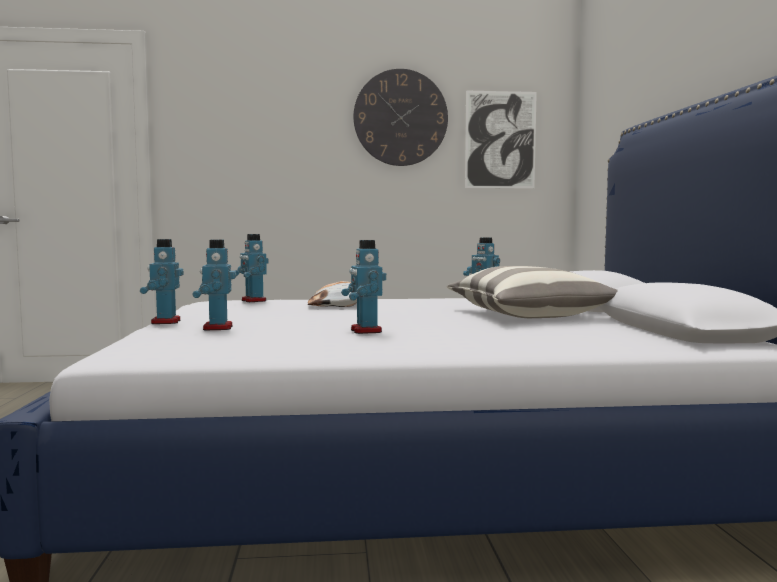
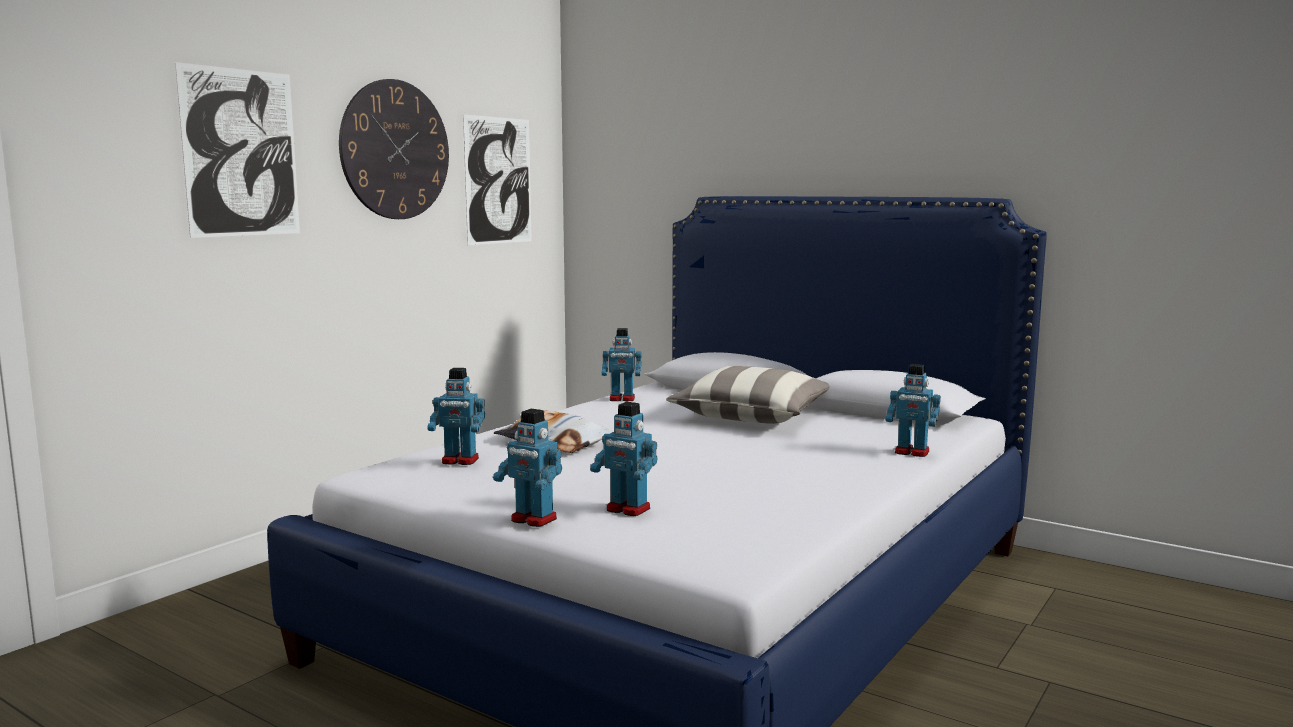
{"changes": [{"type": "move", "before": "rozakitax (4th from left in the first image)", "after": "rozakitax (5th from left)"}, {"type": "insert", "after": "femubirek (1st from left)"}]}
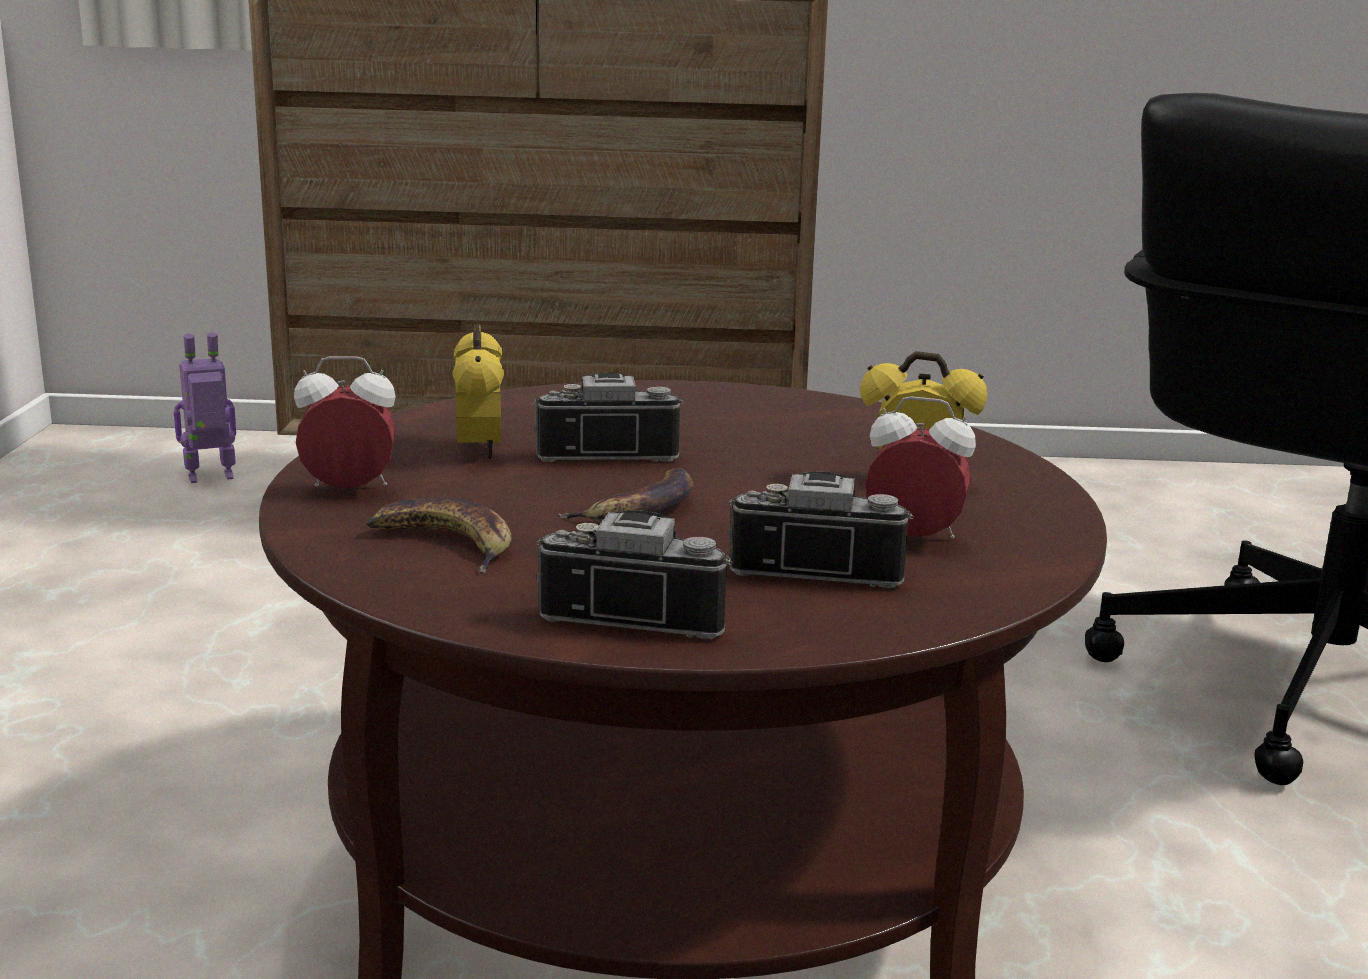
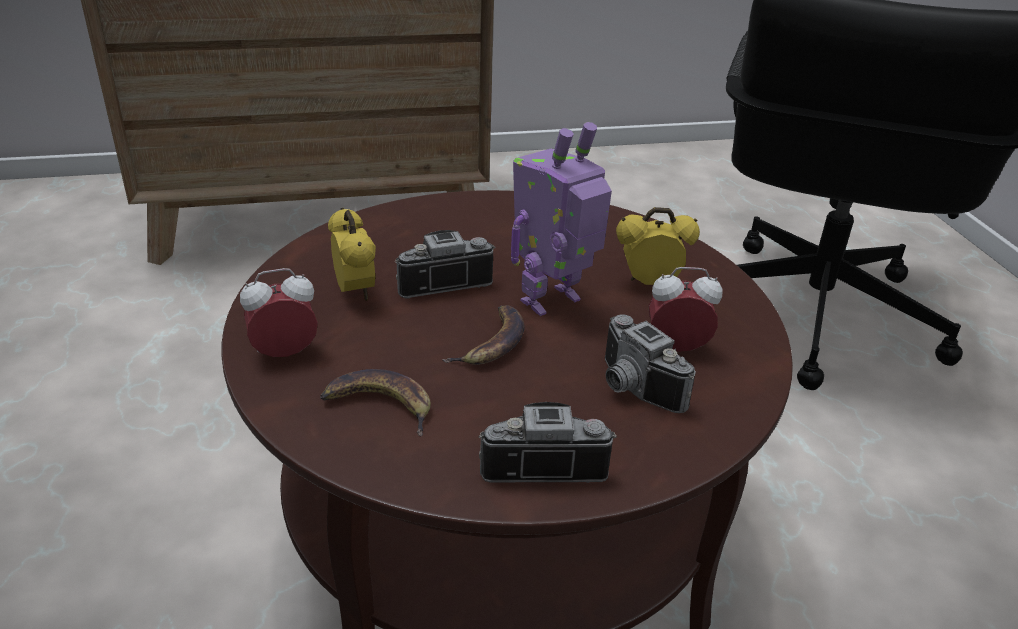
{"changes": [{"type": "move", "before": "rozakitax"}, {"type": "rotate", "before": "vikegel (3rd from left)", "turn": -120}]}
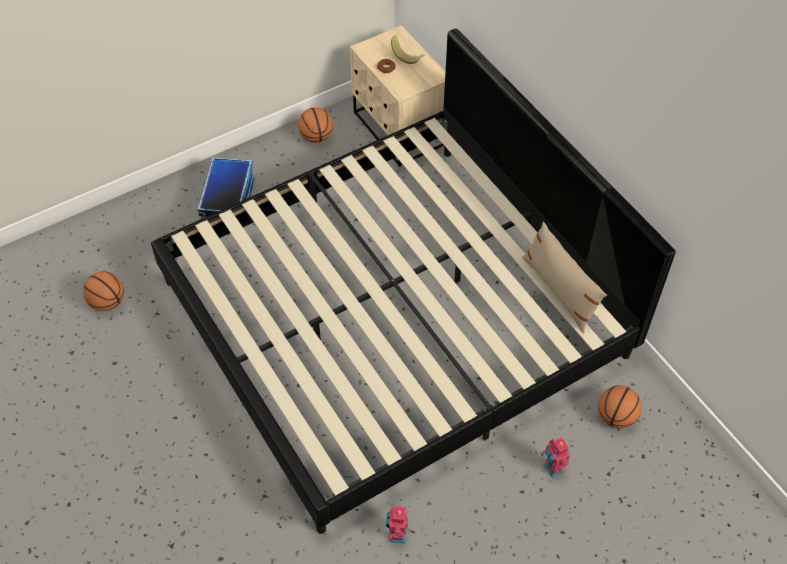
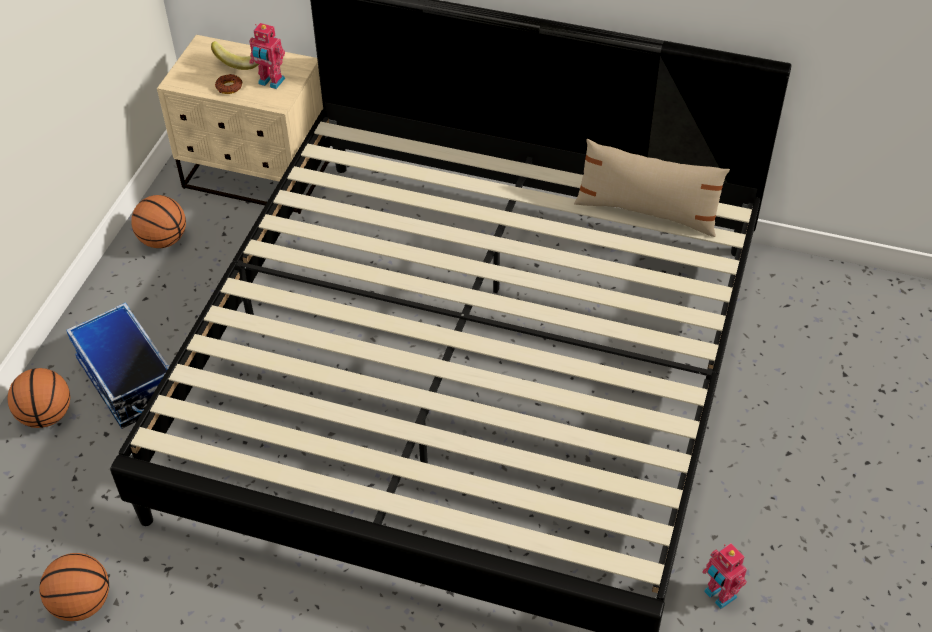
{"changes": [{"type": "move", "before": "rozakitax (2nd from left in the first image)", "after": "rozakitax (1st from left)"}, {"type": "move", "before": "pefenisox (3rd from left in the first image)", "after": "pefenisox (1st from left)"}]}
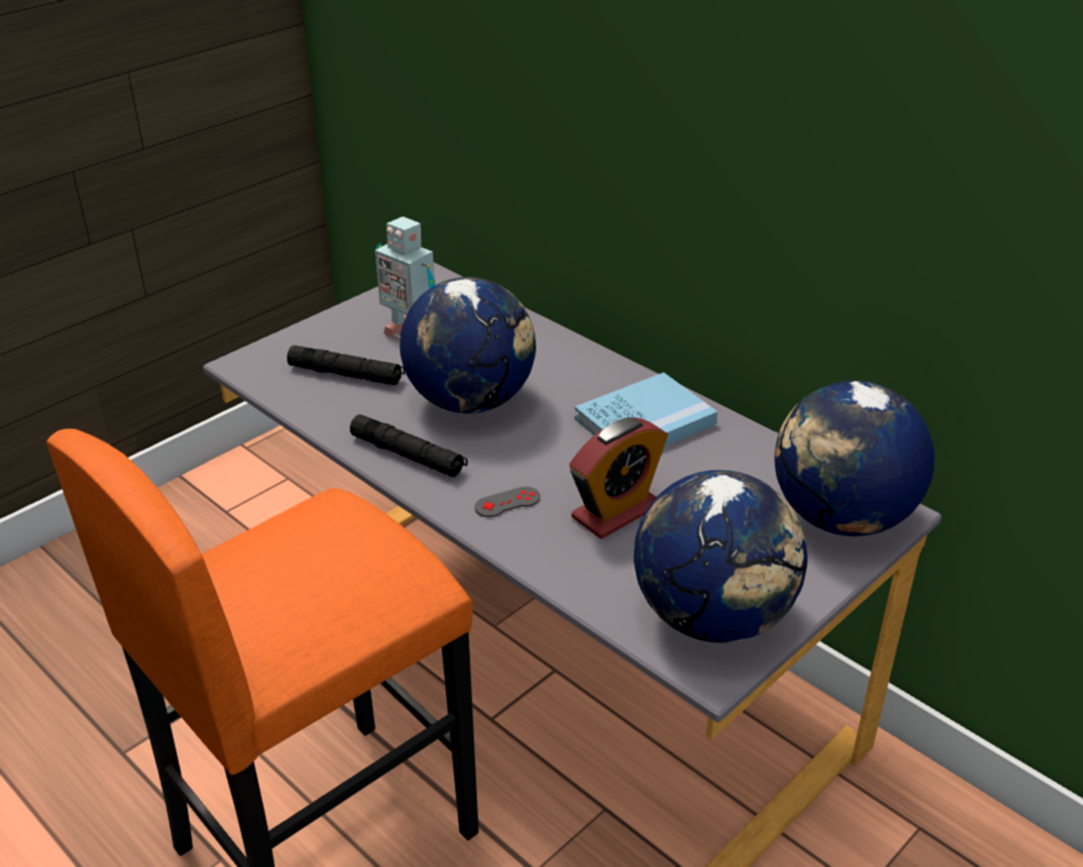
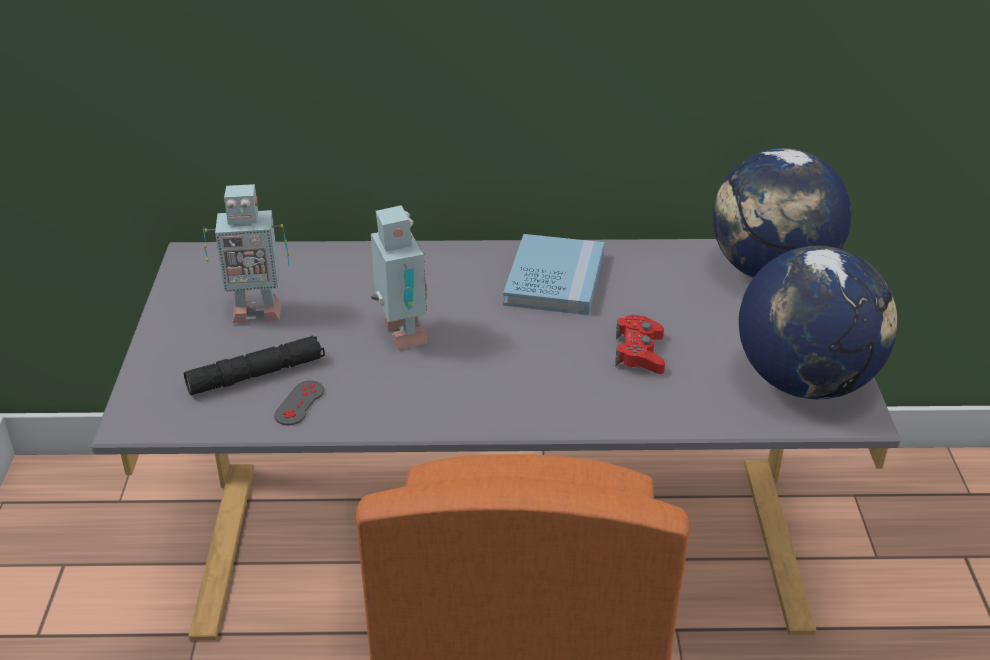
{"changes": [{"type": "delete", "before": "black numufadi (2nd from left)"}, {"type": "replace", "before": "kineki (1st from left)", "after": "rozakitax (2nd from left)"}, {"type": "move", "before": "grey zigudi"}, {"type": "replace", "before": "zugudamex", "after": "red zigudi"}]}
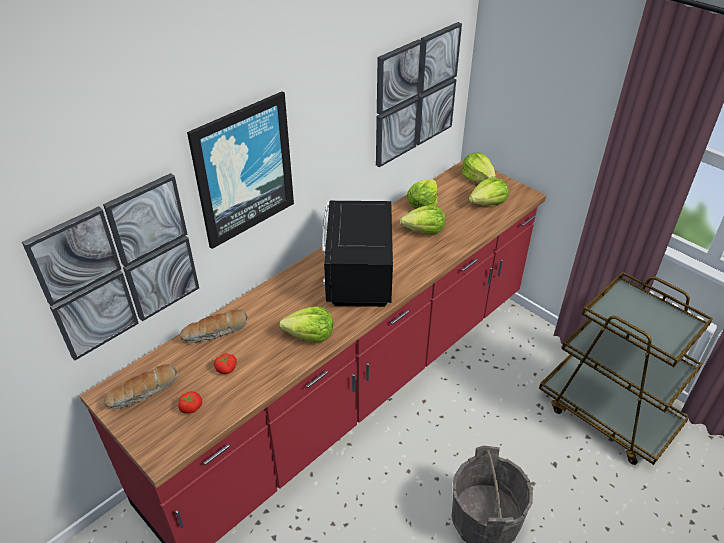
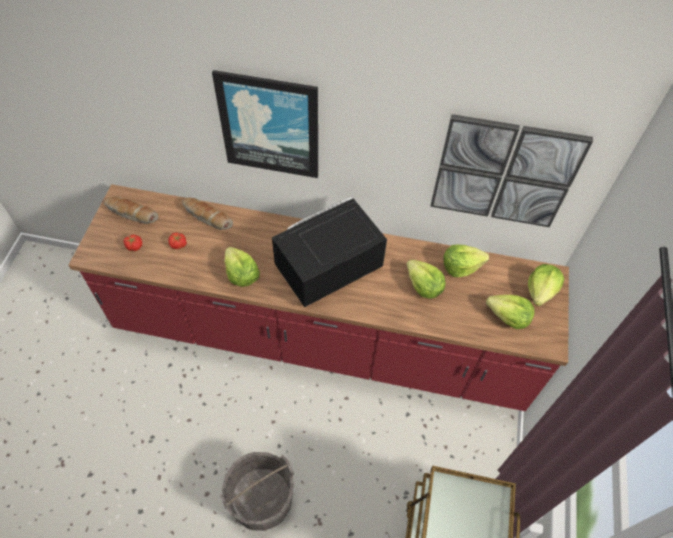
{"changes": [{"type": "delete", "before": "femubirek (1st from left)"}]}
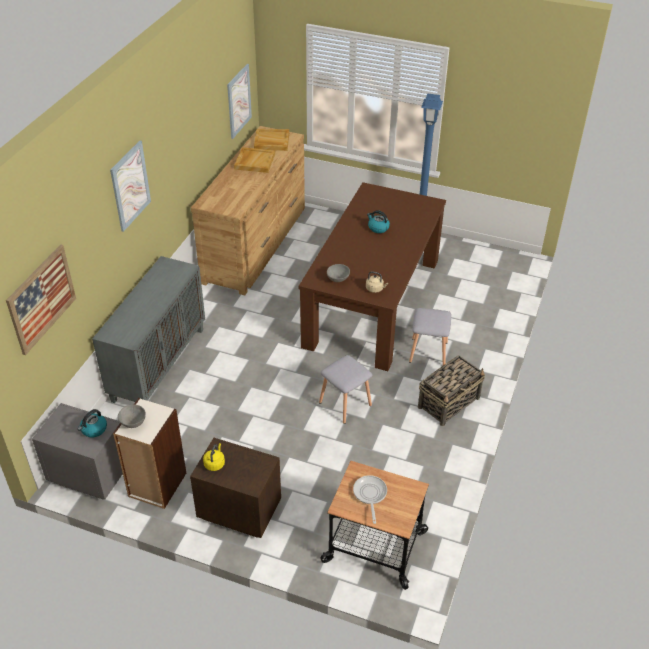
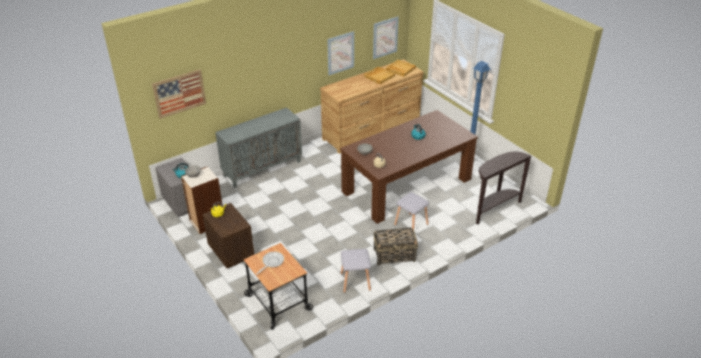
{"changes": [{"type": "move", "before": "femubirek (2nd from left)"}, {"type": "move", "before": "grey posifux (1st from left)"}, {"type": "insert", "after": "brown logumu"}]}
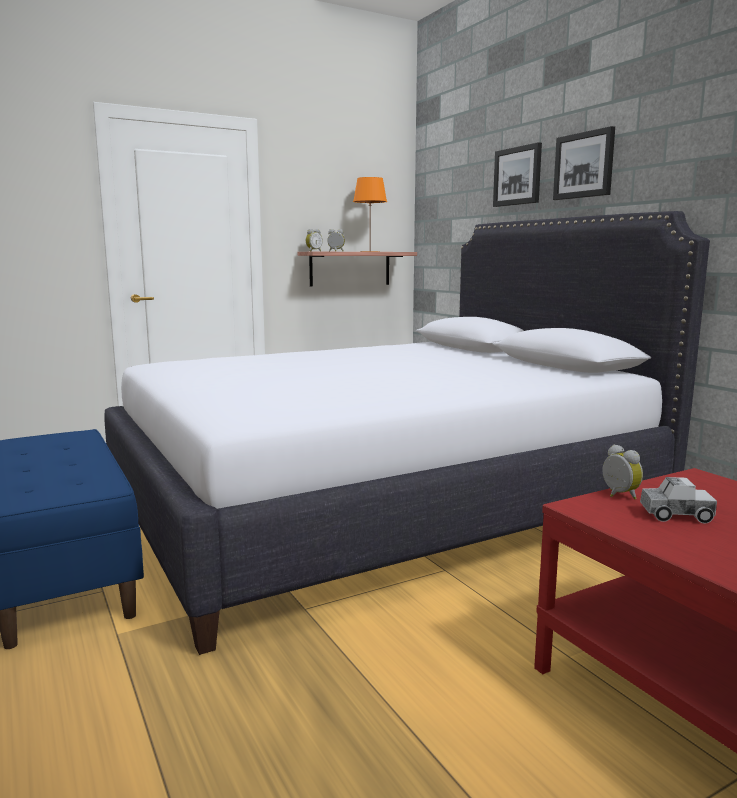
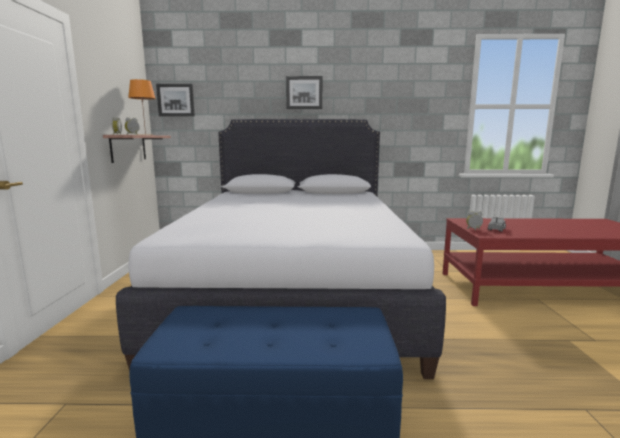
{"changes": [{"type": "move", "before": "femubirek (1st from left)"}]}
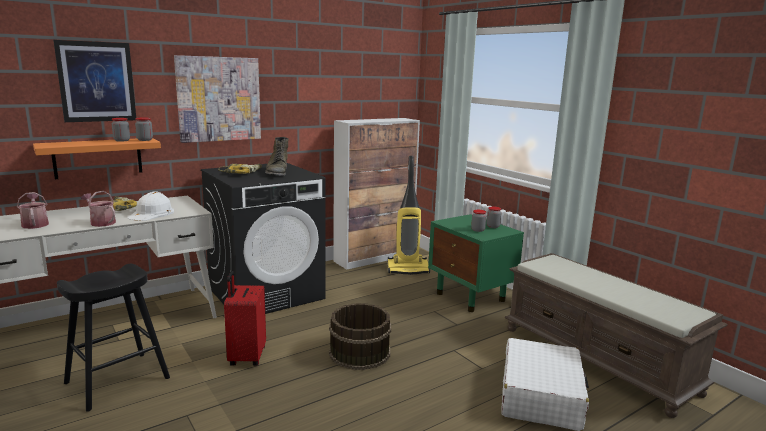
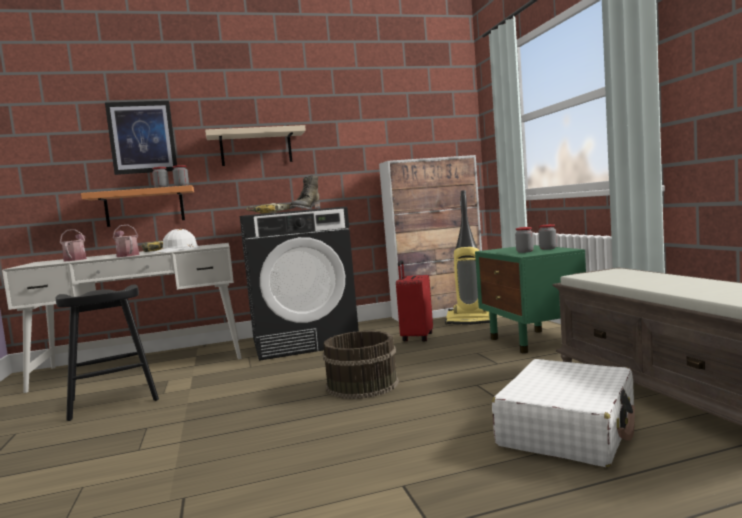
{"changes": [{"type": "replace", "before": "femubirek (2nd from left)", "after": "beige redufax"}, {"type": "move", "before": "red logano"}]}
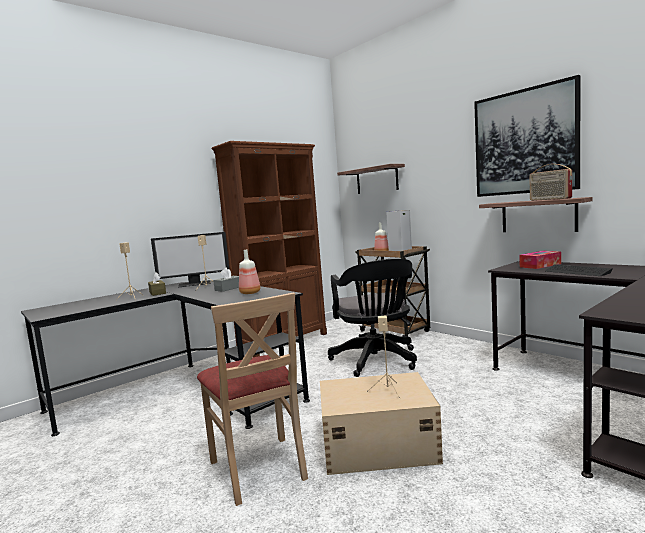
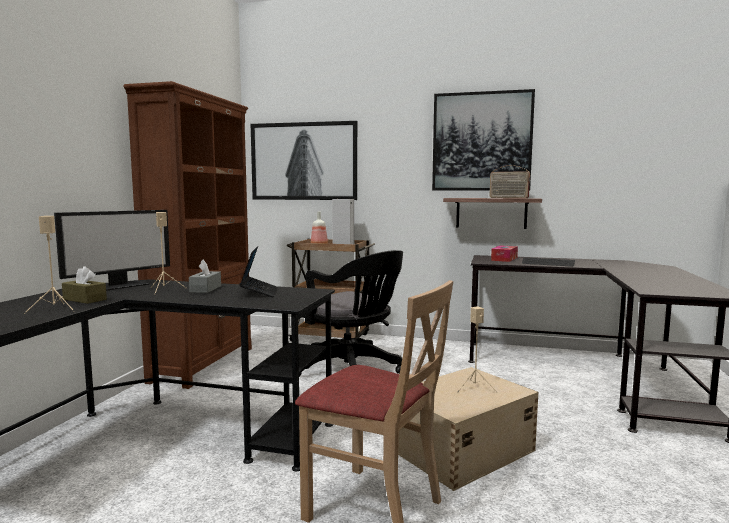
{"changes": [{"type": "replace", "before": "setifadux (1st from left)", "after": "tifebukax"}, {"type": "replace", "before": "redufax (1st from left)", "after": "femubirek (1st from left)"}]}
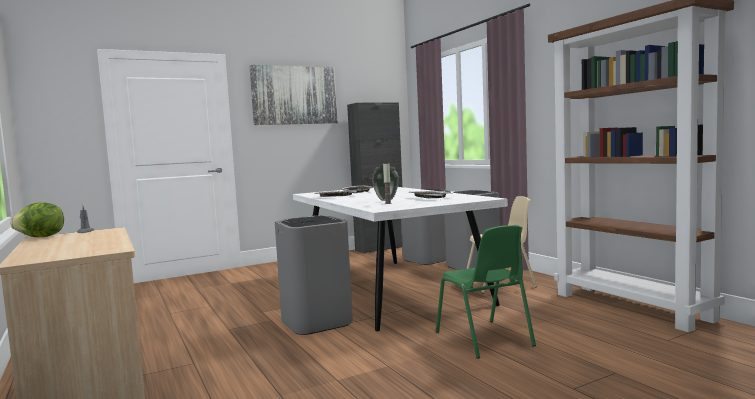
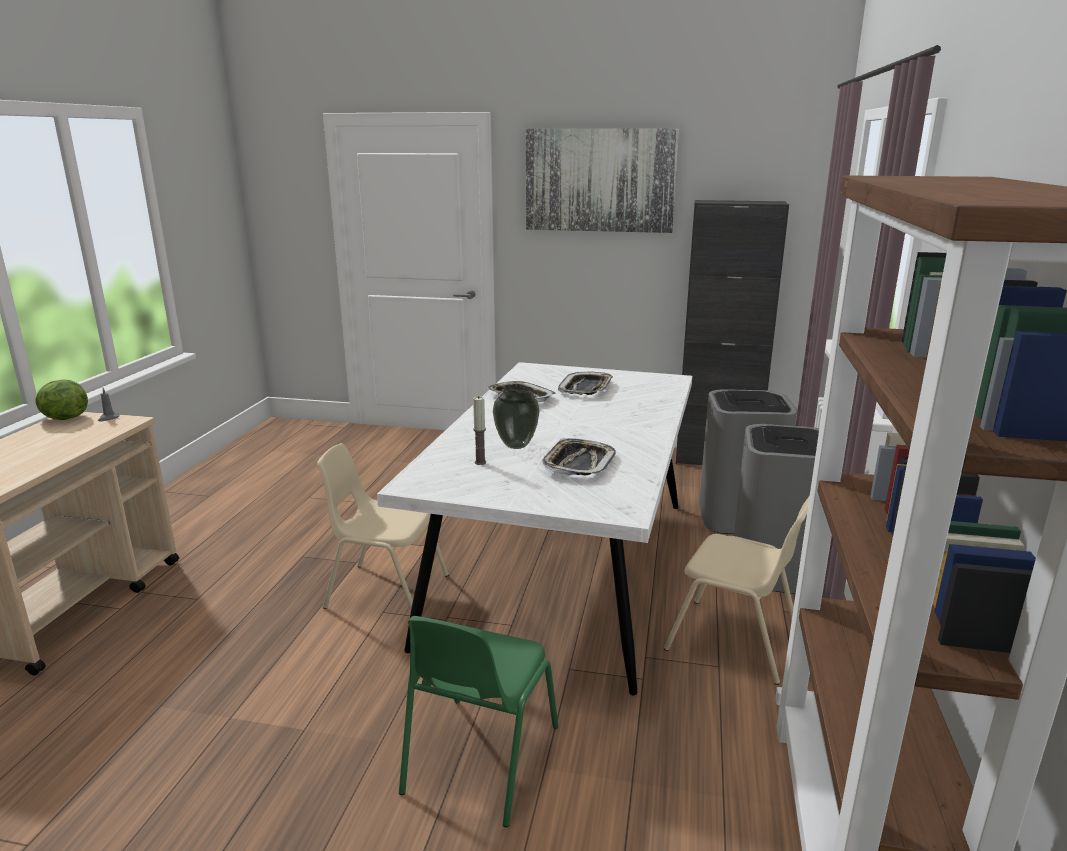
{"changes": [{"type": "replace", "before": "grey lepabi (1st from left)", "after": "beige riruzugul (1st from left)"}]}
